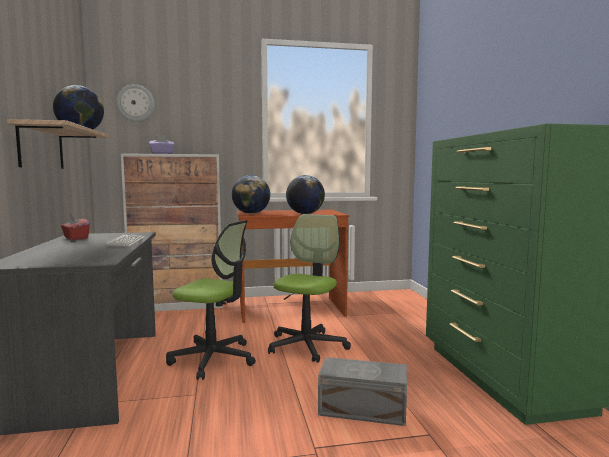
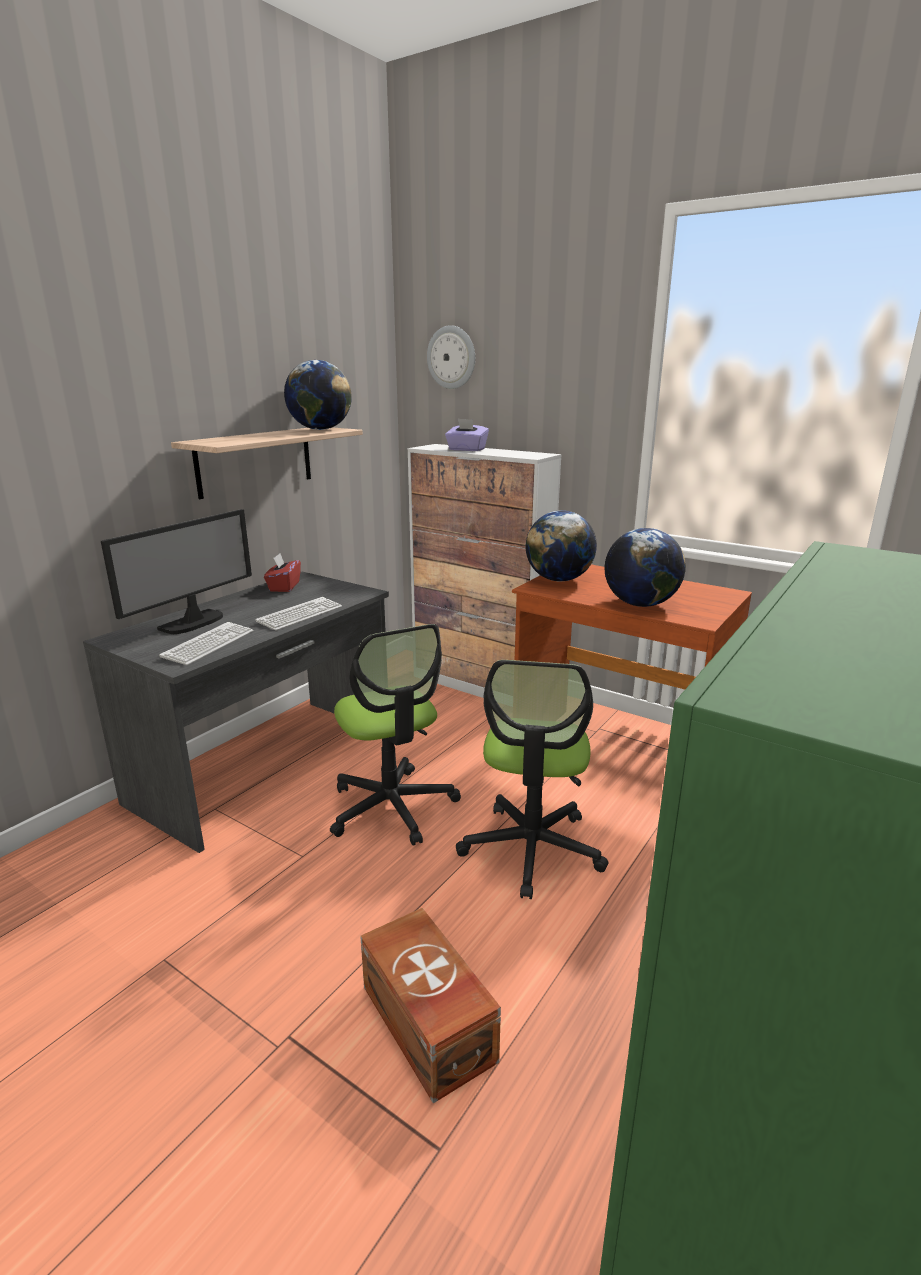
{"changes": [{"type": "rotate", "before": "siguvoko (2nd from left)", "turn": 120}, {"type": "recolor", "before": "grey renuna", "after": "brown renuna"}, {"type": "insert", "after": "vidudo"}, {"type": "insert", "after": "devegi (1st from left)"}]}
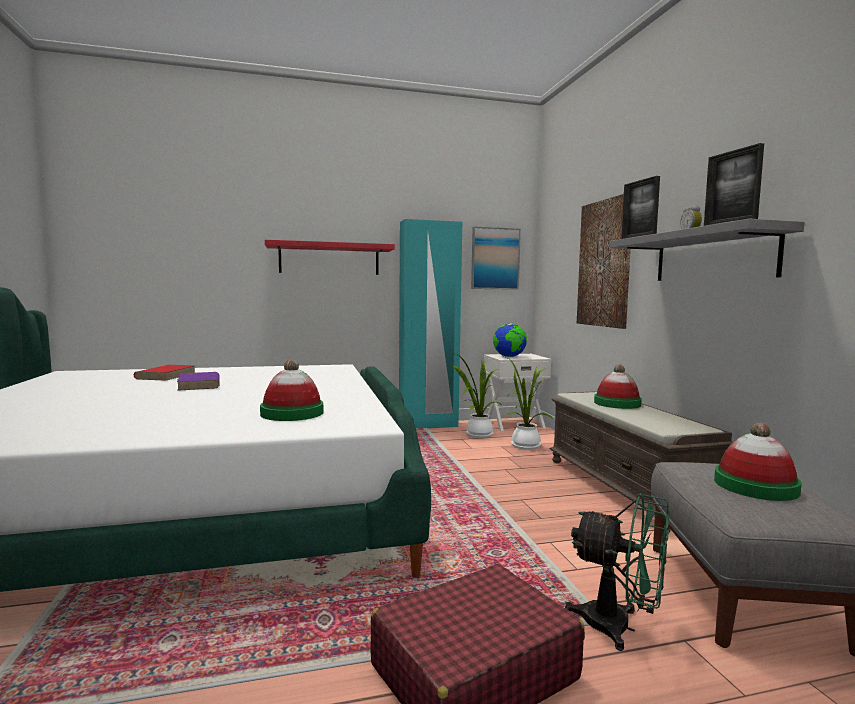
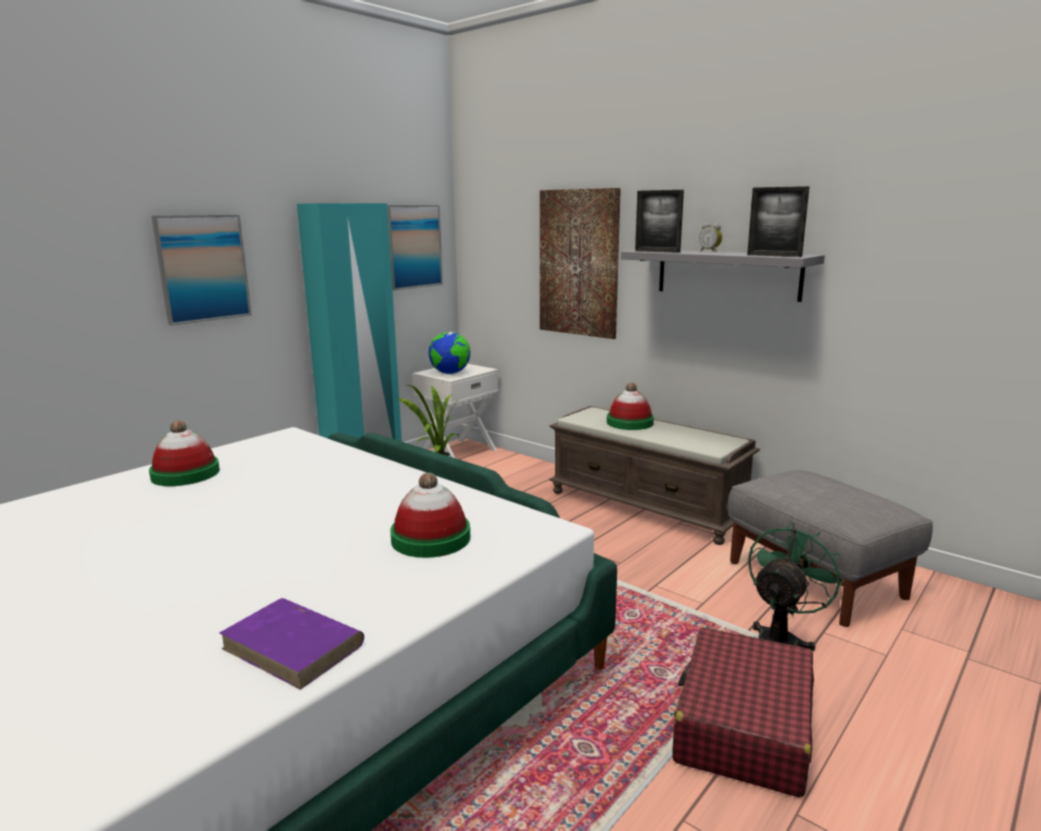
{"changes": [{"type": "delete", "before": "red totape"}, {"type": "move", "before": "purple totape"}, {"type": "replace", "before": "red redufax", "after": "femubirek (1st from left)"}, {"type": "delete", "before": "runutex (2nd from left)"}, {"type": "rotate", "before": "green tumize", "turn": -45}, {"type": "move", "before": "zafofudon (3rd from left in the first image)", "after": "zafofudon (1st from left)"}]}
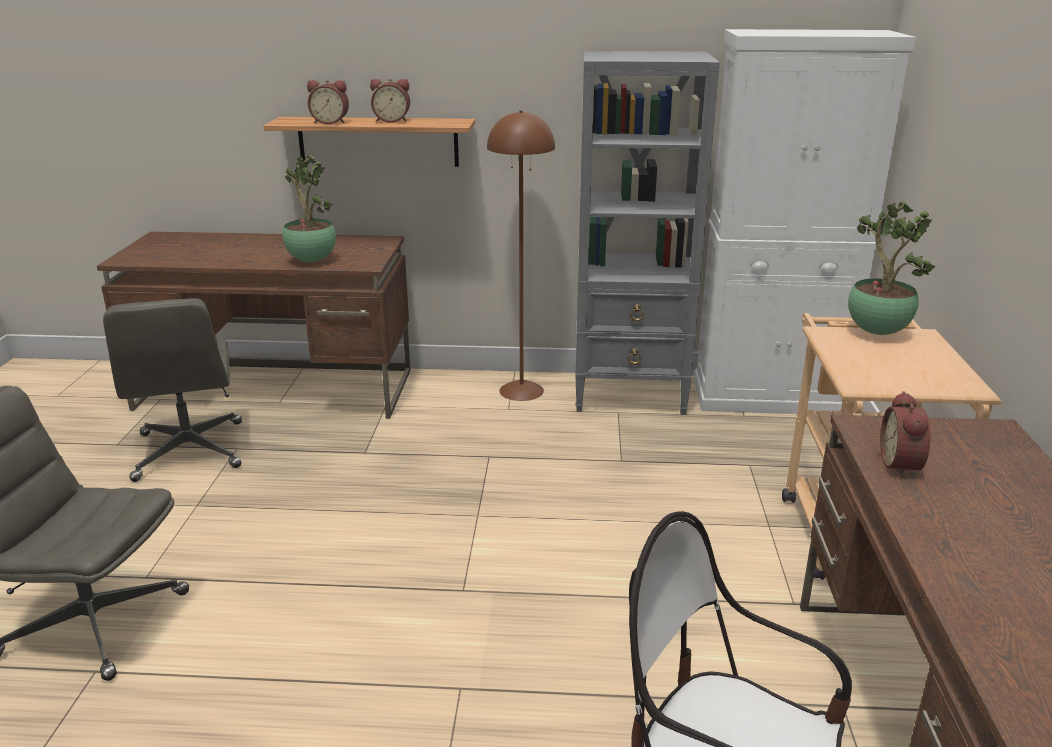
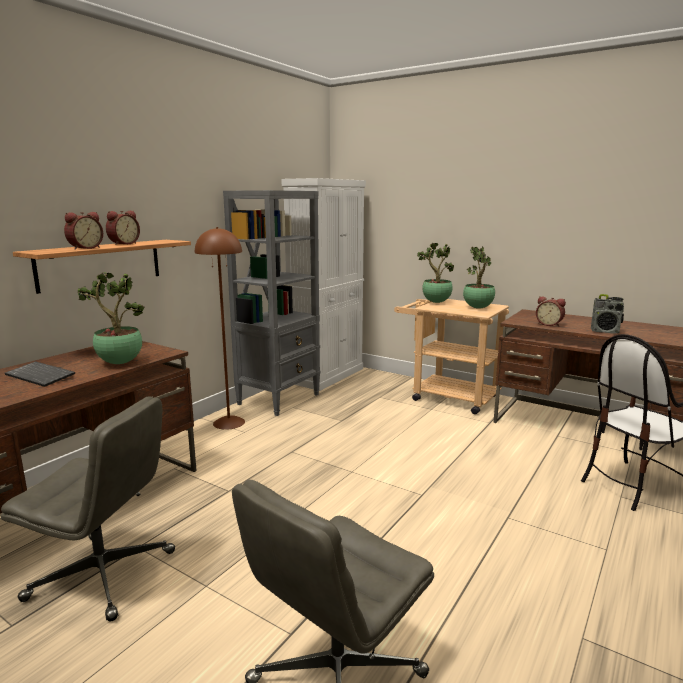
{"changes": [{"type": "insert", "after": "devegi"}, {"type": "insert", "after": "runutex (3rd from left)"}, {"type": "insert", "after": "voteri"}]}
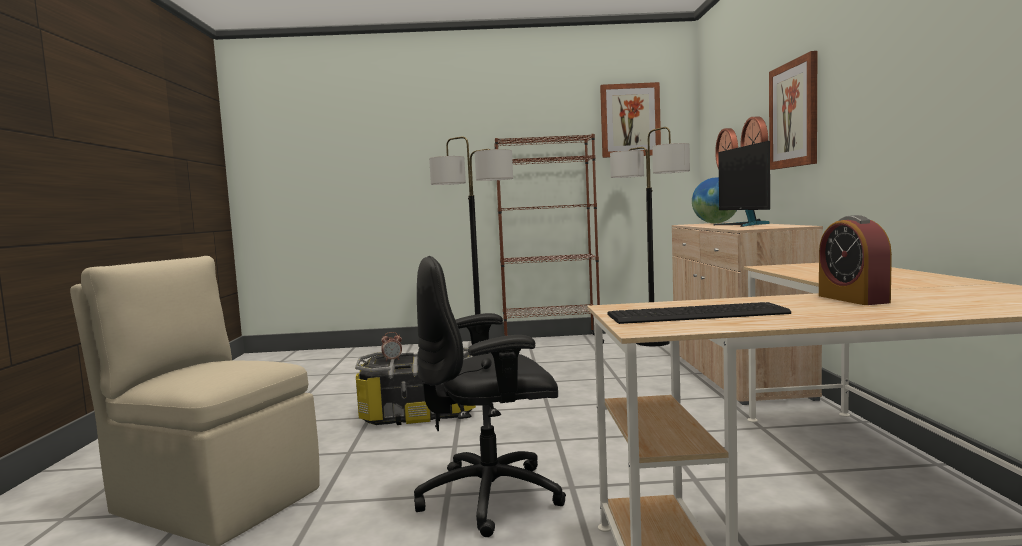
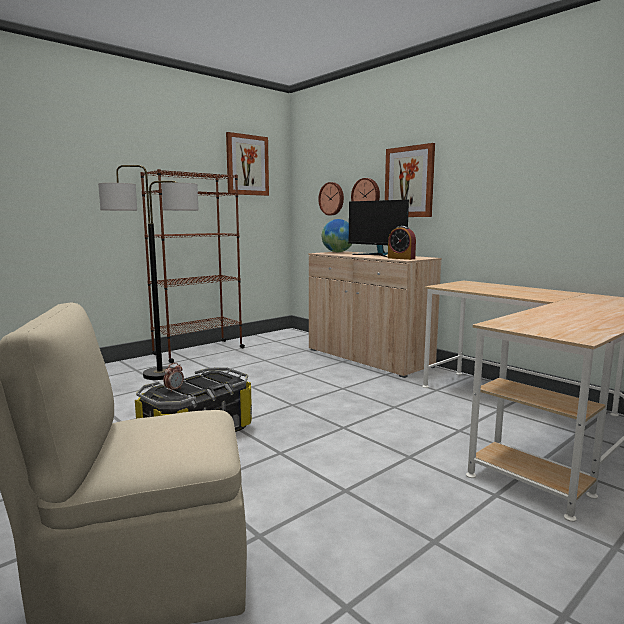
{"changes": [{"type": "delete", "before": "black siguvoko"}, {"type": "delete", "before": "devegi"}, {"type": "delete", "before": "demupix (2nd from left)"}, {"type": "move", "before": "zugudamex (2nd from left)"}]}
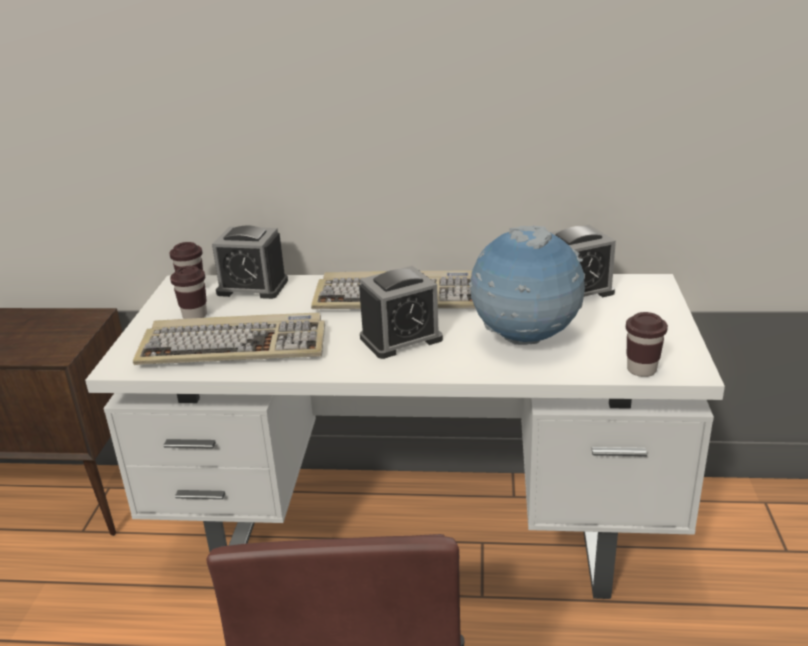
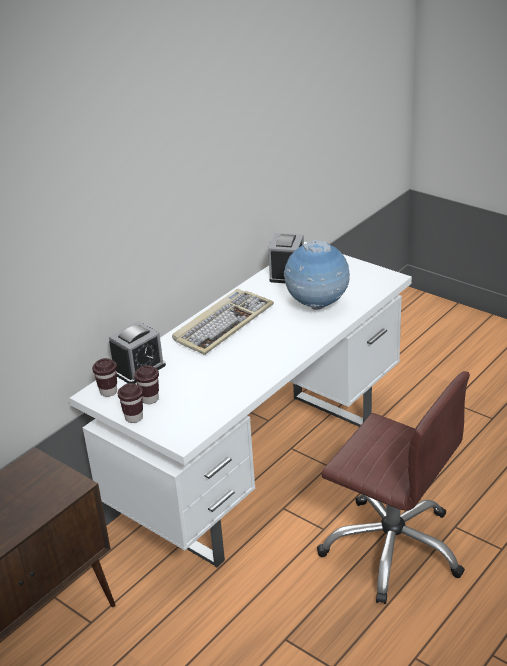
{"changes": [{"type": "delete", "before": "devegi (1st from left)"}, {"type": "delete", "before": "zugudamex (2nd from left)"}, {"type": "move", "before": "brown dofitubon (3rd from left in the first image)", "after": "brown dofitubon (2nd from left)"}]}
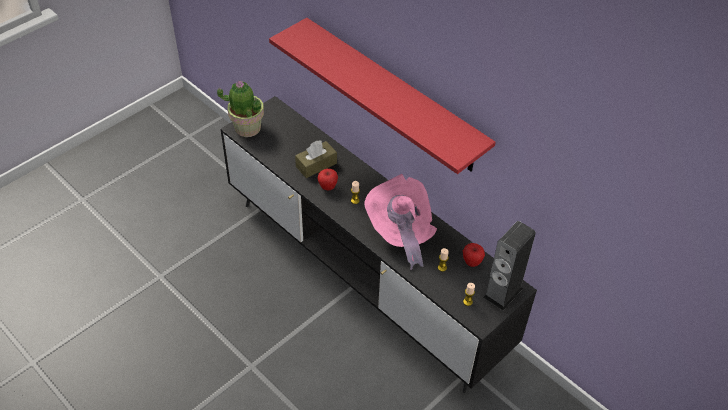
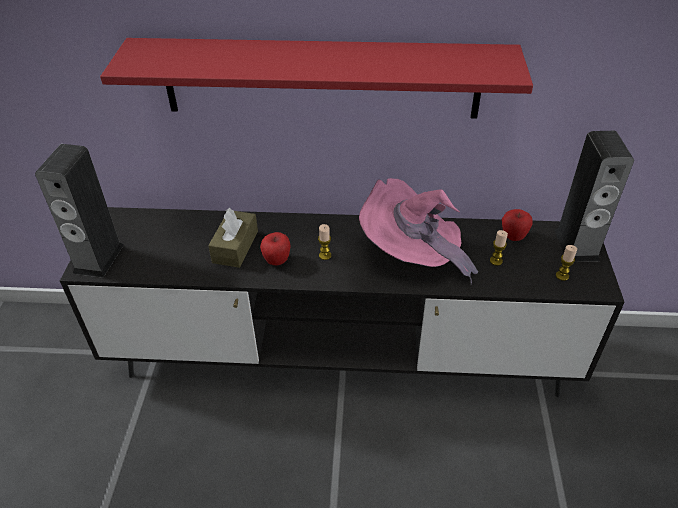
{"changes": [{"type": "replace", "before": "runutex", "after": "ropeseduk (1st from left)"}]}
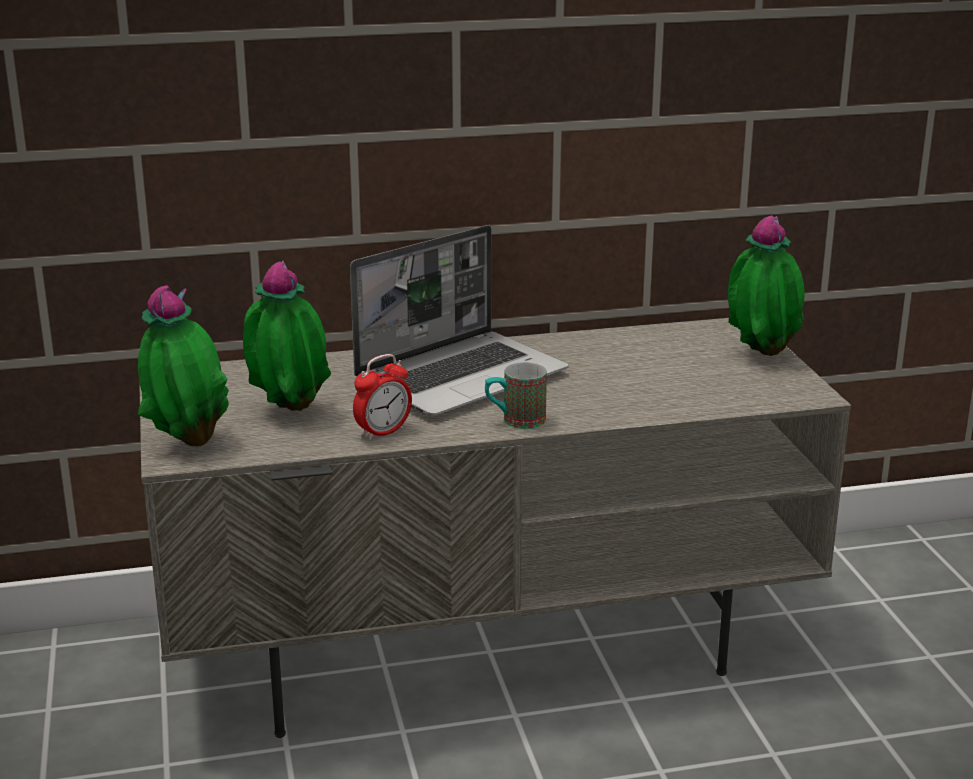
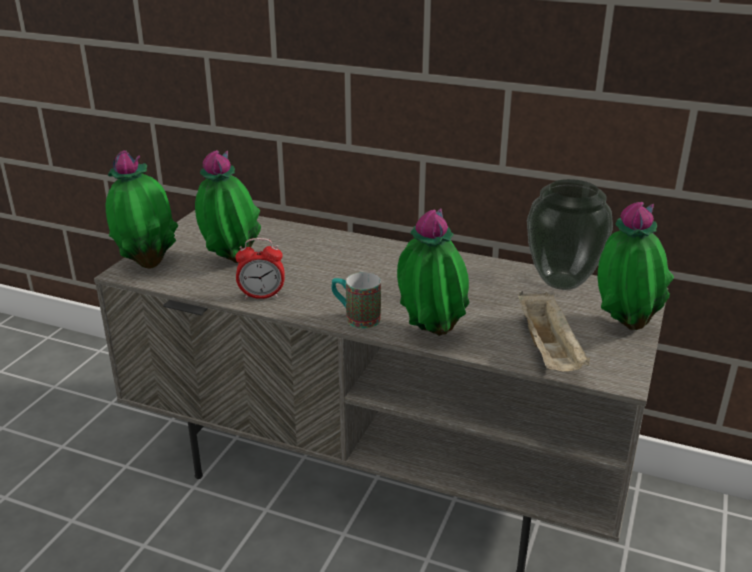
{"changes": [{"type": "delete", "before": "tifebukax"}, {"type": "insert", "after": "runutex (3rd from left)"}, {"type": "insert", "after": "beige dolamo"}, {"type": "insert", "after": "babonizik"}]}
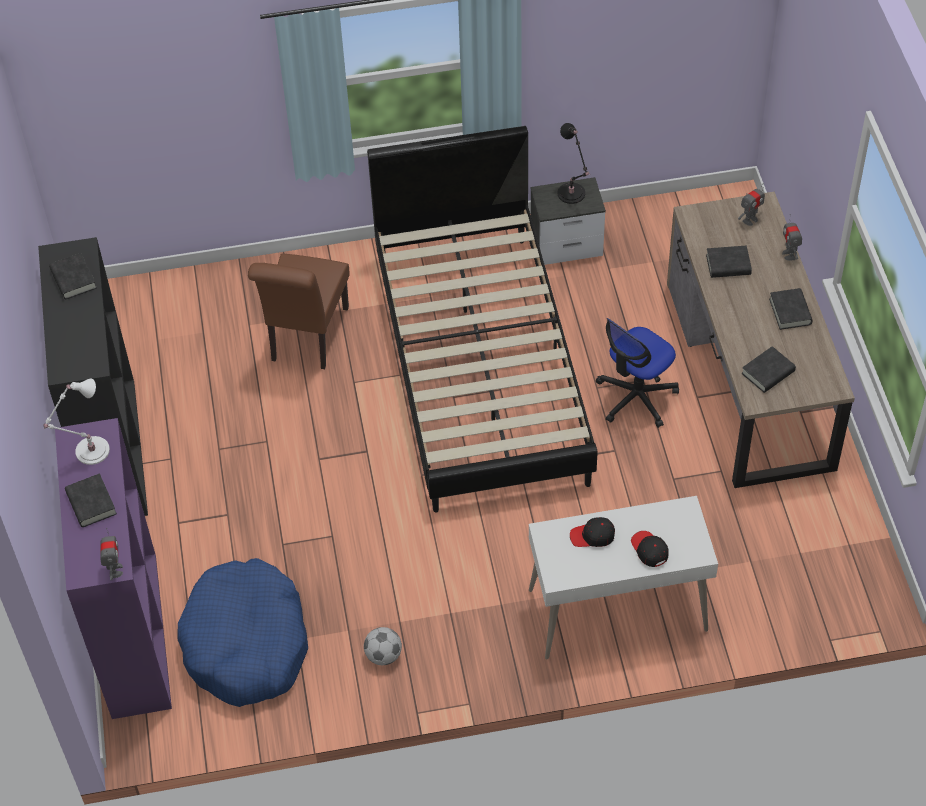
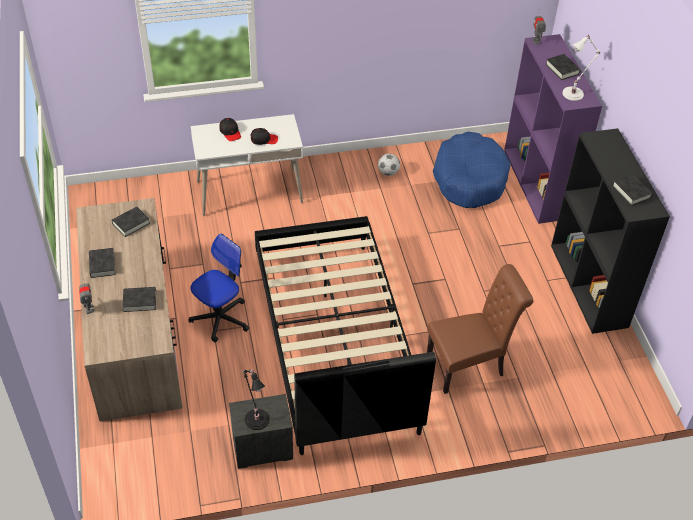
{"changes": [{"type": "rotate", "before": "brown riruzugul", "turn": 60}, {"type": "delete", "before": "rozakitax (2nd from left)"}]}
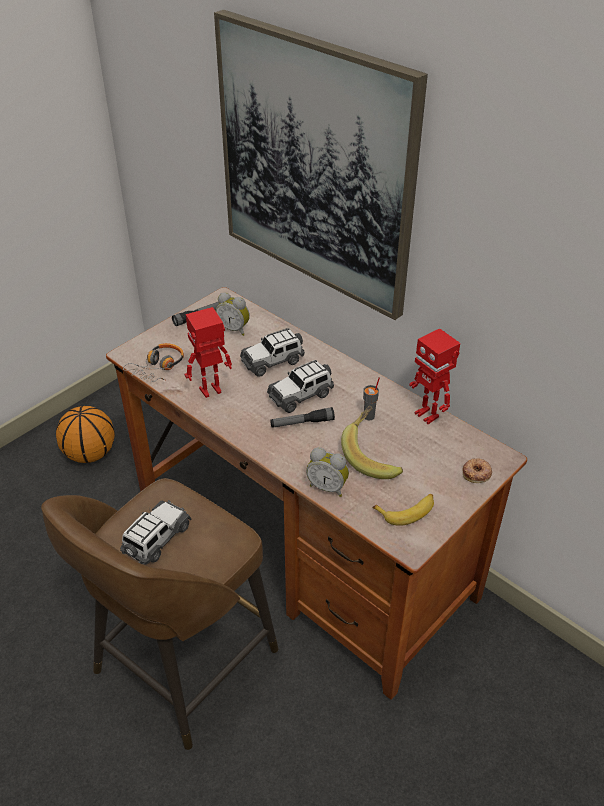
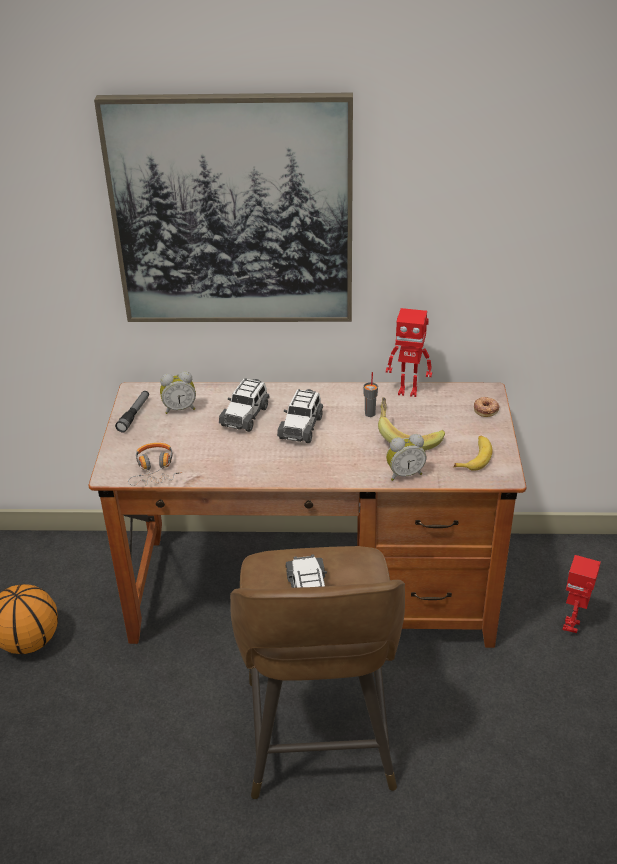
{"changes": [{"type": "move", "before": "rozakitax (1st from left in the first image)", "after": "rozakitax (2nd from left)"}, {"type": "delete", "before": "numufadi (2nd from left)"}]}
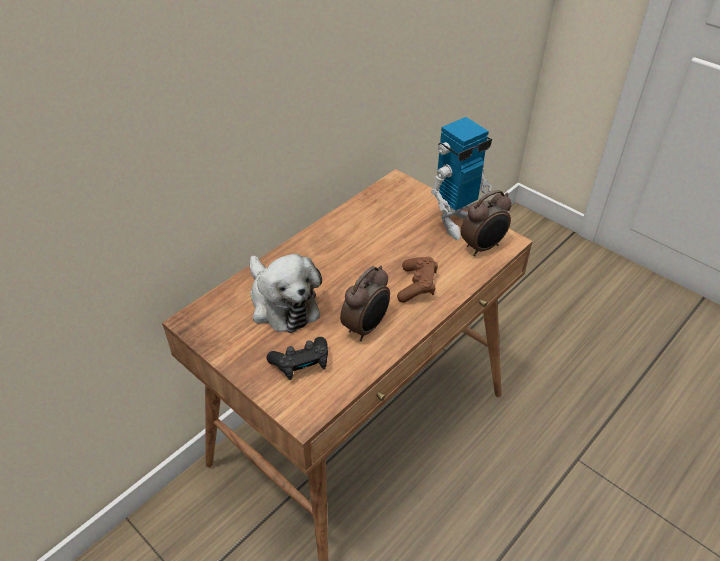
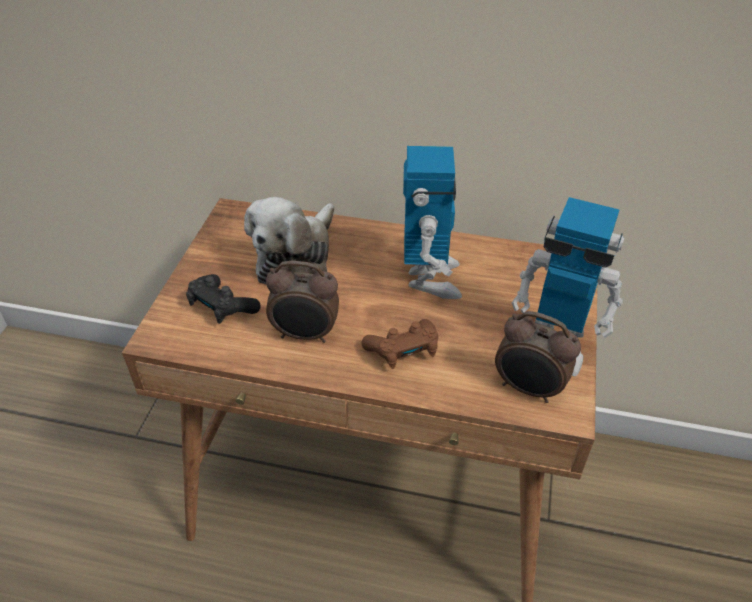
{"changes": [{"type": "insert", "after": "rozakitax (1st from left)"}]}
